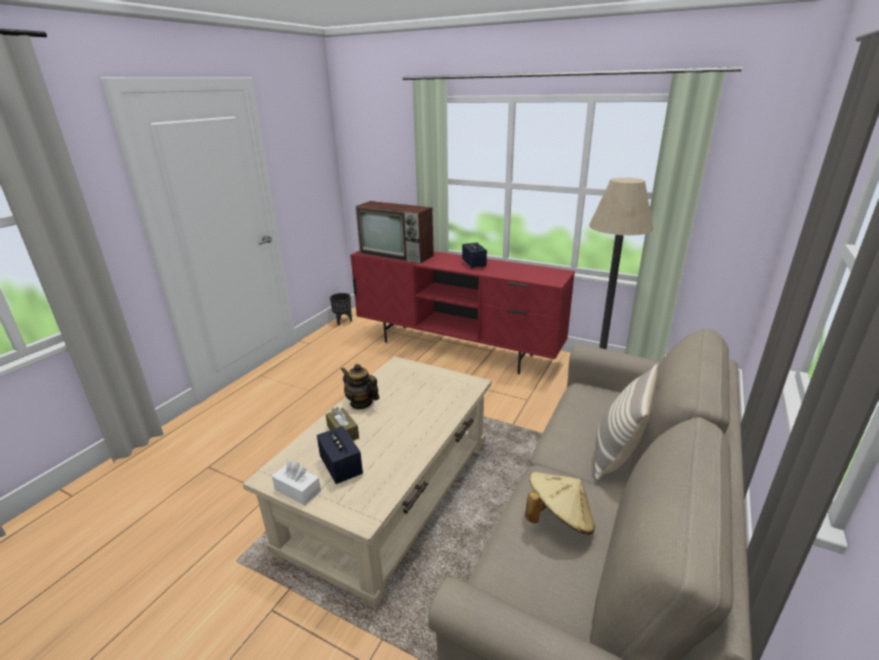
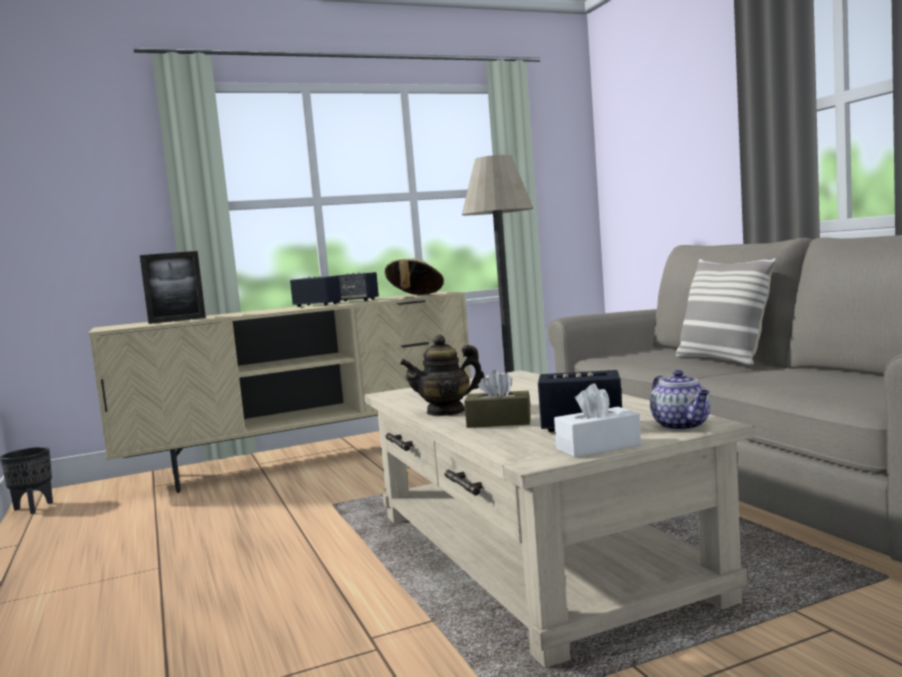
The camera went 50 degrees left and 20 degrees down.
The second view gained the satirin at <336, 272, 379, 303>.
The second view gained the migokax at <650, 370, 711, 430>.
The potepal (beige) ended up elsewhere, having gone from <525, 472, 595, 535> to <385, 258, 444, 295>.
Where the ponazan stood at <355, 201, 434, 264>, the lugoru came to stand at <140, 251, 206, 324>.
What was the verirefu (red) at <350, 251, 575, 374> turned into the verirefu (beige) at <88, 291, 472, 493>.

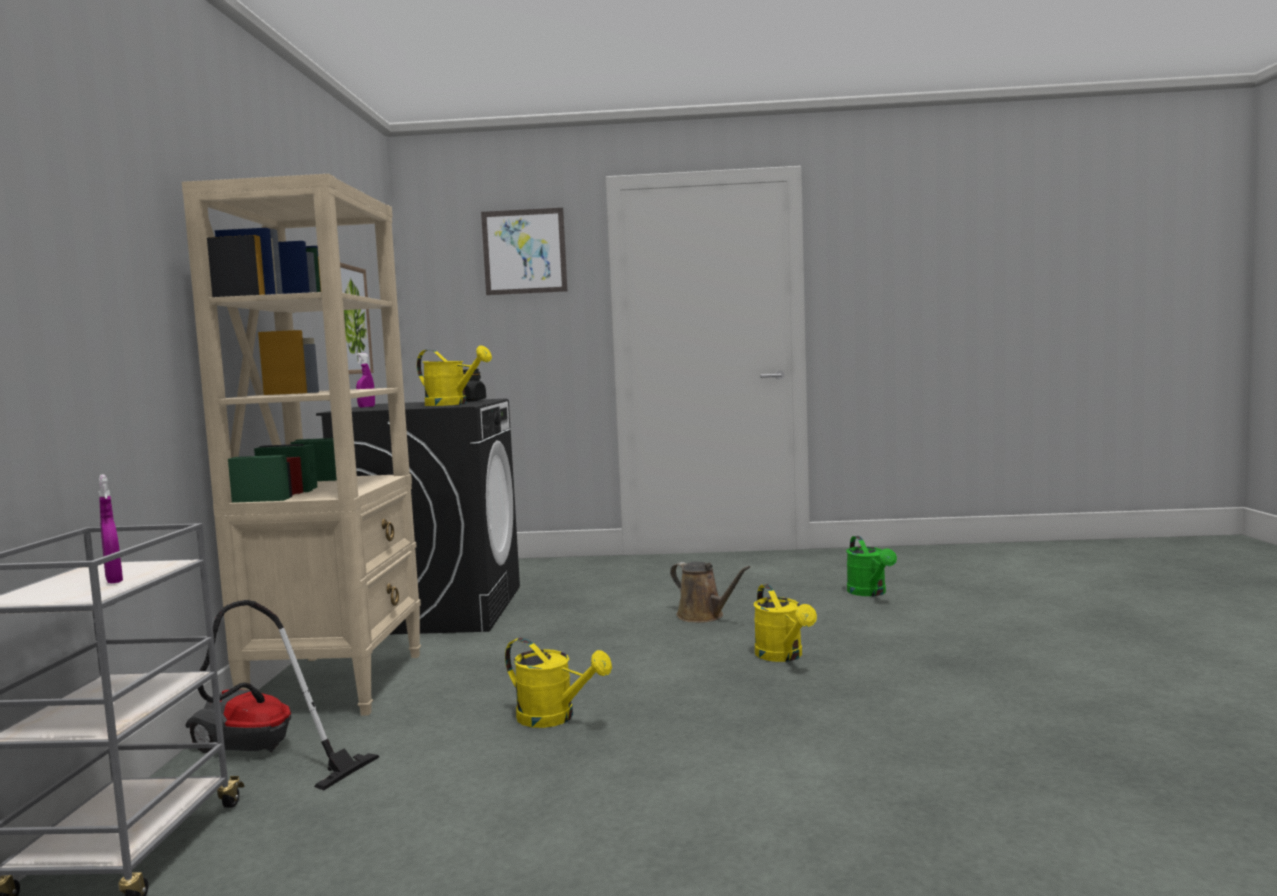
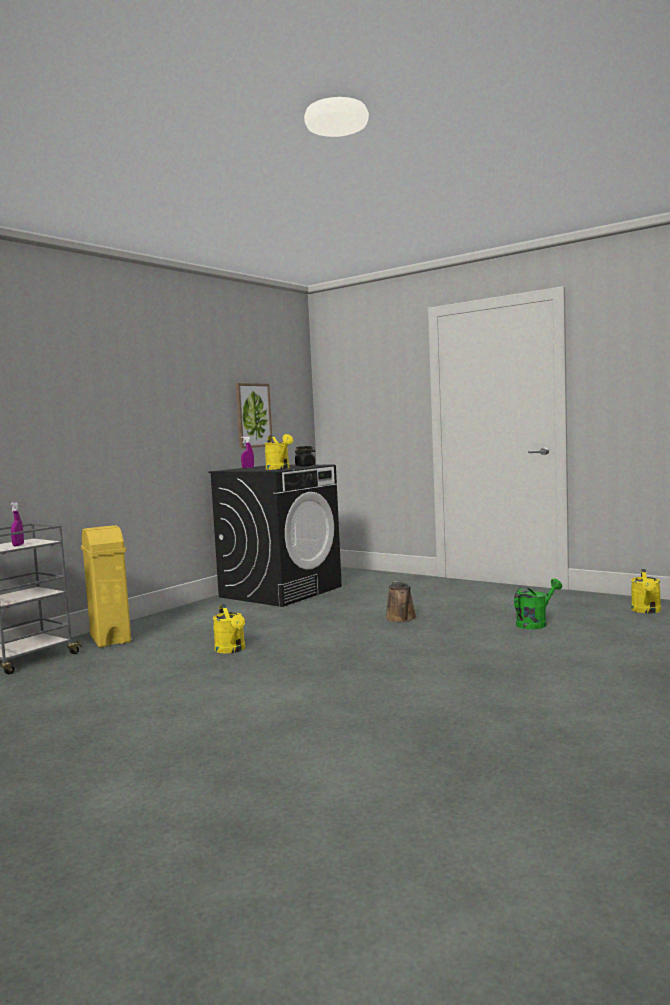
The camera went 35 degrees right and 0 degrees up.
The second view lost the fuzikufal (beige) at <182, 174, 421, 716>.
The second view lost the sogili at <481, 208, 567, 295>.
The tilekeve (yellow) ended up elsewhere, having gone from <754, 584, 817, 662> to <631, 569, 661, 613>.
Where the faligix stood at <185, 600, 379, 790>, the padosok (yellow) came to stand at <81, 525, 131, 648>.
The tilekeve (green) at <846, 536, 897, 596> ended up facing another way, 150 degrees counterclockwise from before.

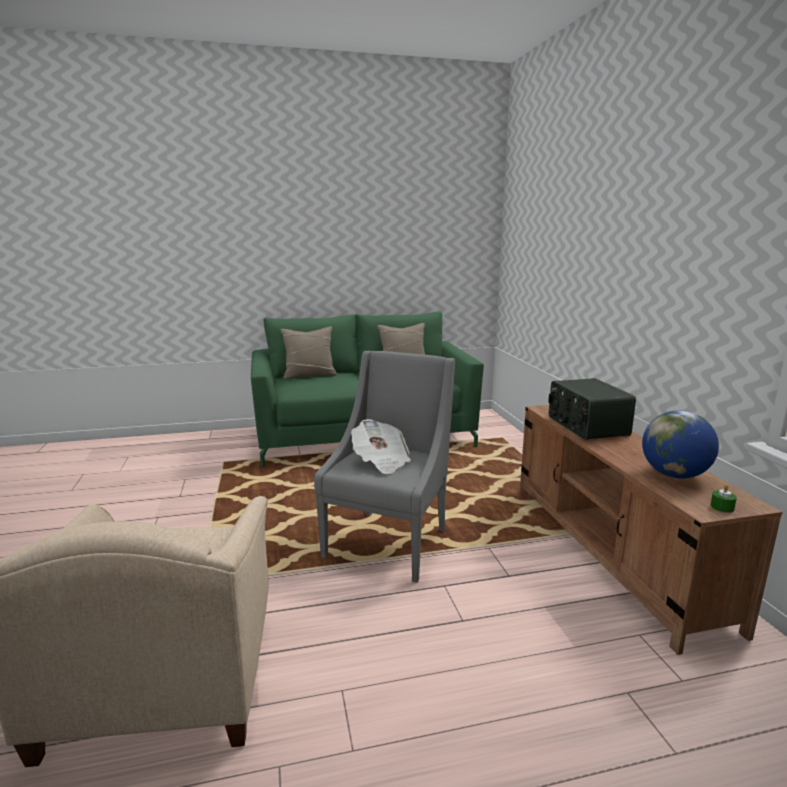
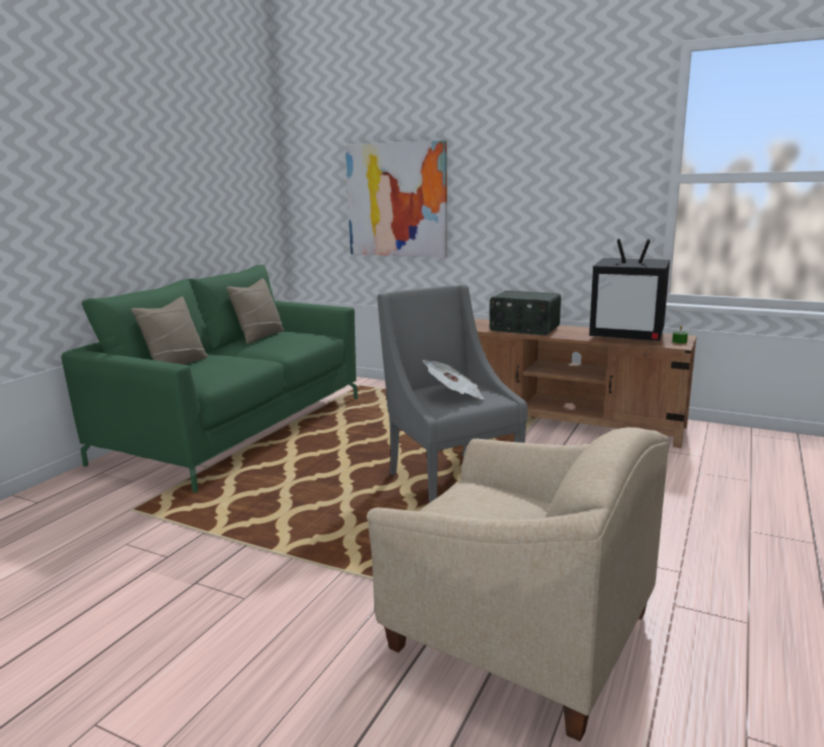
The camera went 50 degrees left and 0 degrees up.
The second view gained the sogili at <345, 140, 447, 258>.
Where the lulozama stood at <642, 410, 719, 479>, the ponazan came to stand at <589, 239, 670, 341>.

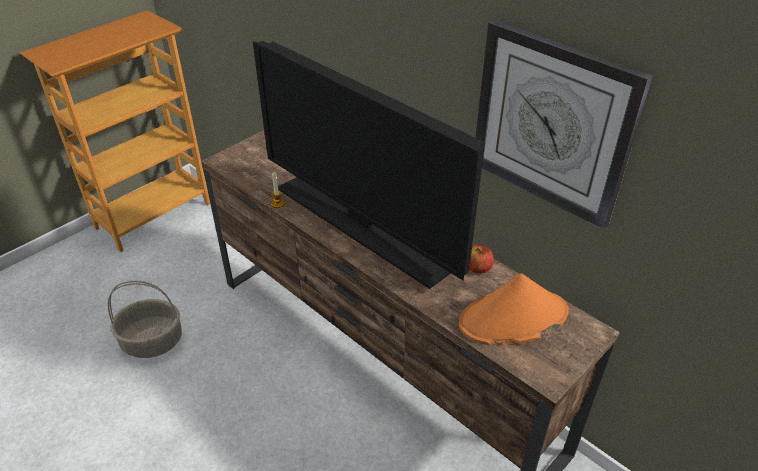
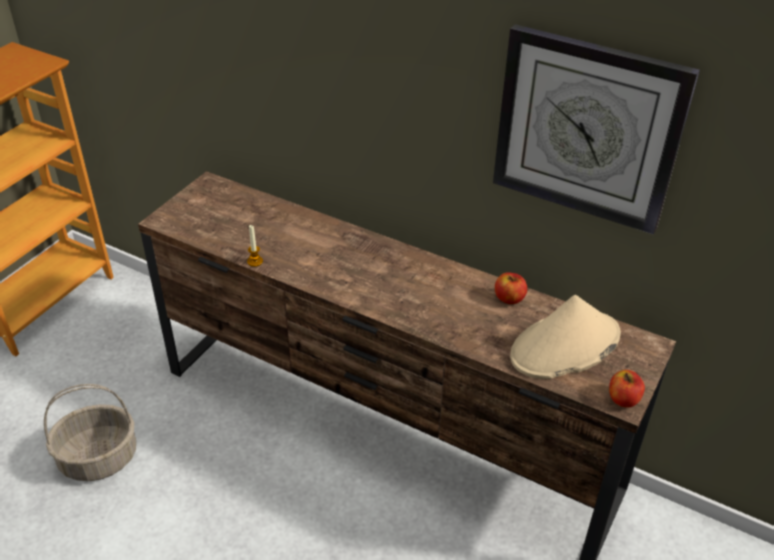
The camera went 15 degrees left and 0 degrees up.
The second view lost the ponazan at <253, 41, 485, 289>.
The second view gained the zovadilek at <609, 370, 645, 408>.
What was the potepal (orange) at <459, 273, 569, 345> turned into the potepal (beige) at <510, 295, 621, 379>.

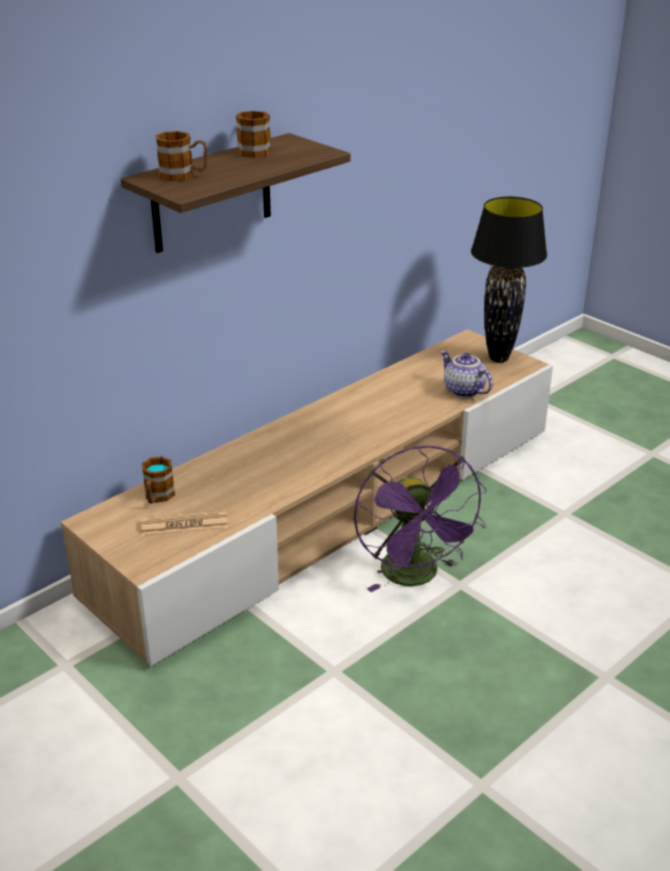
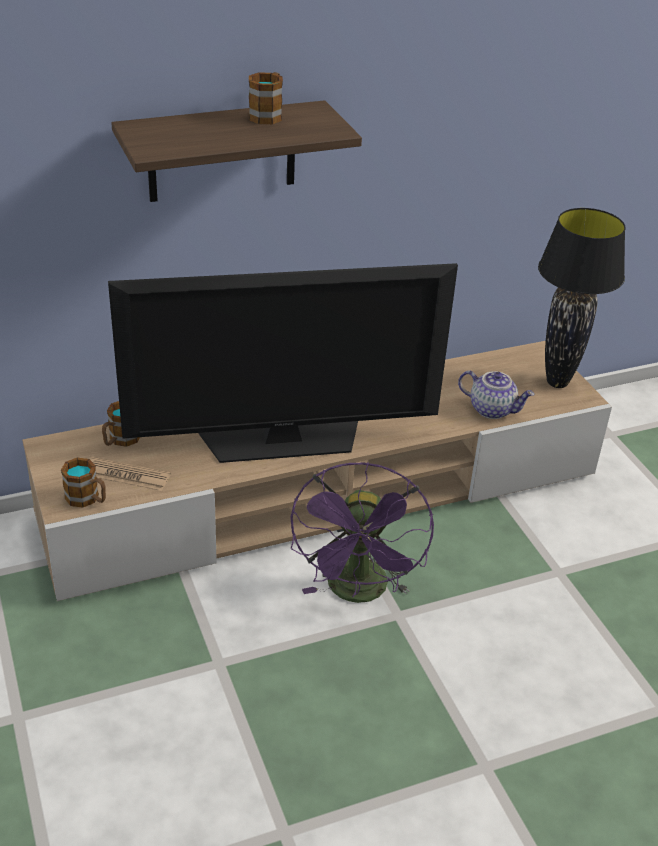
The camera went 20 degrees right and 5 degrees up.
The second view gained the ponazan at <108, 263, 458, 463>.
The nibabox ended up elsewhere, having gone from <155, 131, 207, 181> to <61, 457, 106, 508>.
The migokax at <440, 350, 493, 398> ended up facing another way, 135 degrees clockwise from before.

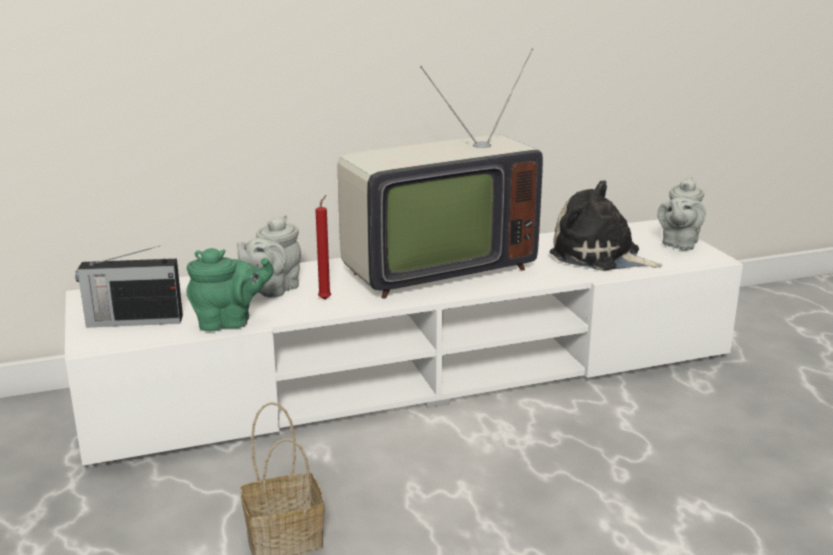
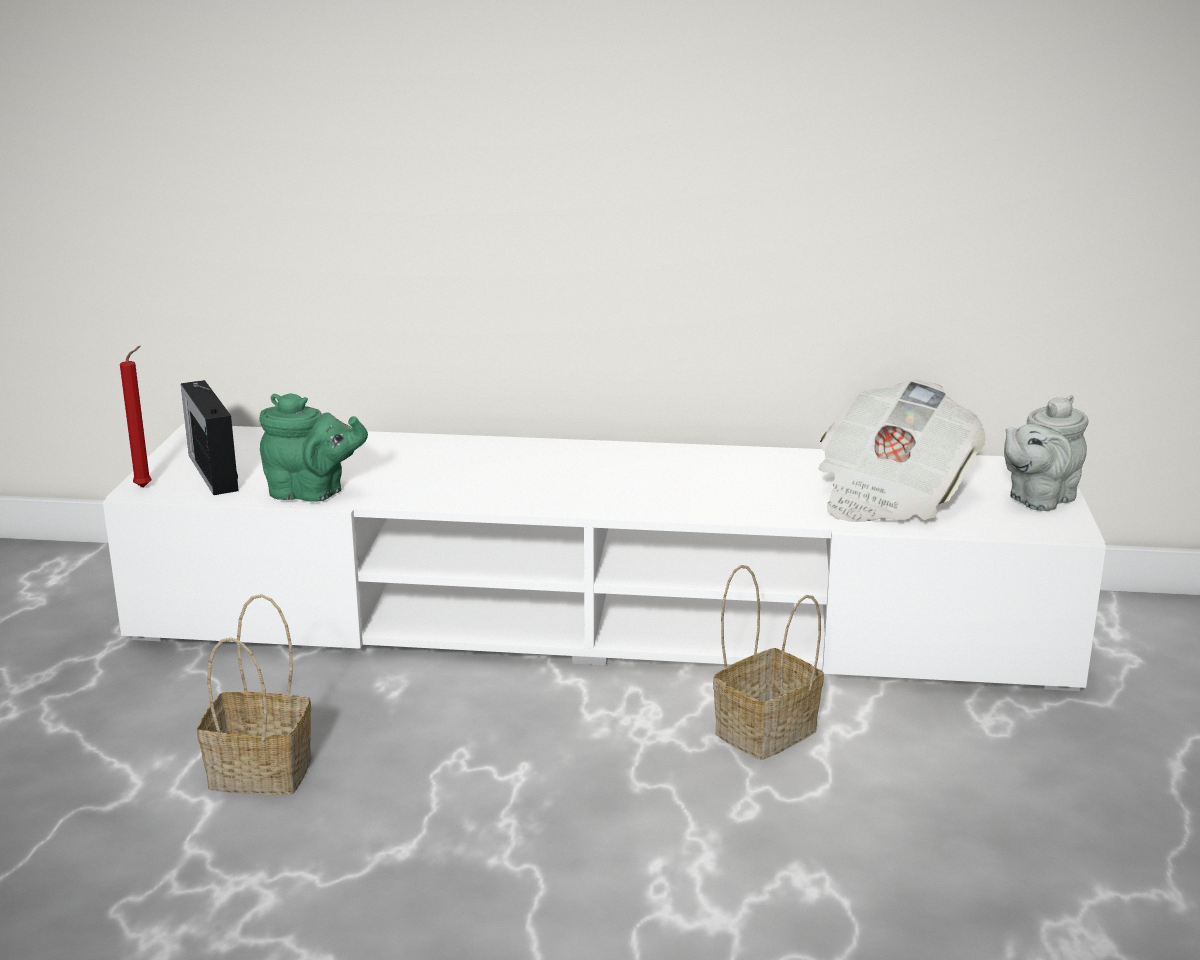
The camera went 25 degrees right and 0 degrees up.
The second view lost the migokax (grey) at <237, 215, 301, 298>.
The second view lost the ponazan at <338, 48, 543, 299>.
The second view gained the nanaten at <713, 565, 824, 760>.
The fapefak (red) ended up elsewhere, having gone from <315, 195, 331, 300> to <120, 346, 152, 488>.
Where the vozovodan stood at <549, 180, 663, 271>, the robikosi came to stand at <818, 380, 986, 522>.
The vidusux at <75, 245, 183, 328> ended up facing another way, 45 degrees clockwise from before.

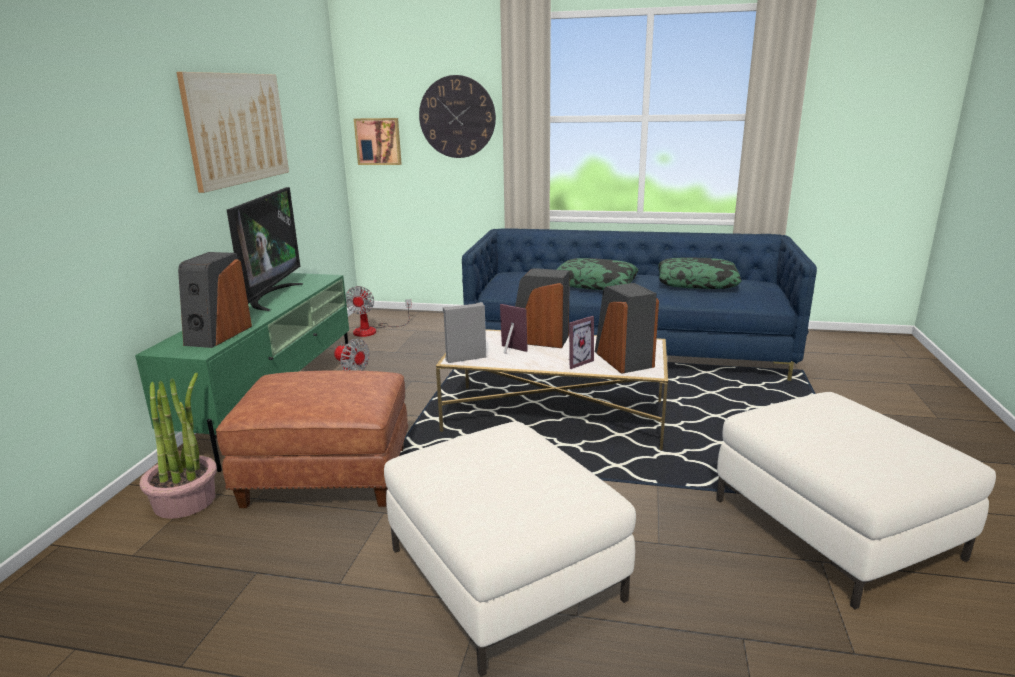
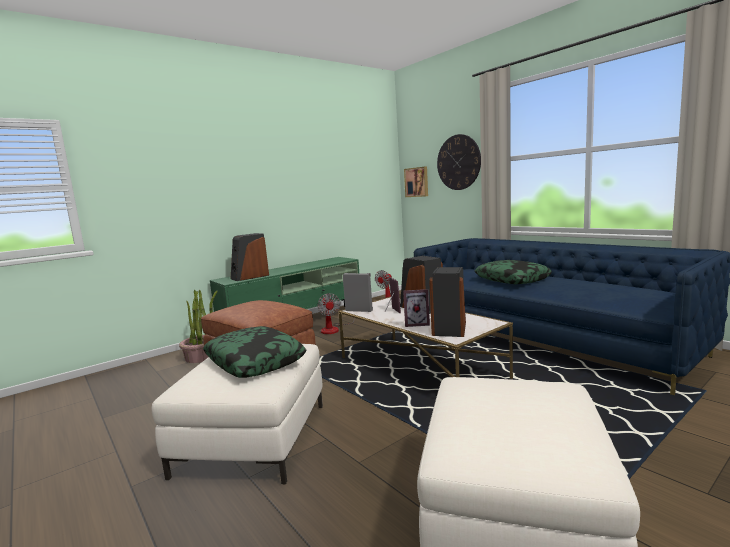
The camera went 40 degrees right and 10 degrees down.
The second view lost the sogili at <176, 72, 289, 193>.
The second view lost the ponazan at <227, 187, 303, 311>.
The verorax ended up elsewhere, having gone from <658, 257, 741, 289> to <203, 326, 306, 378>.

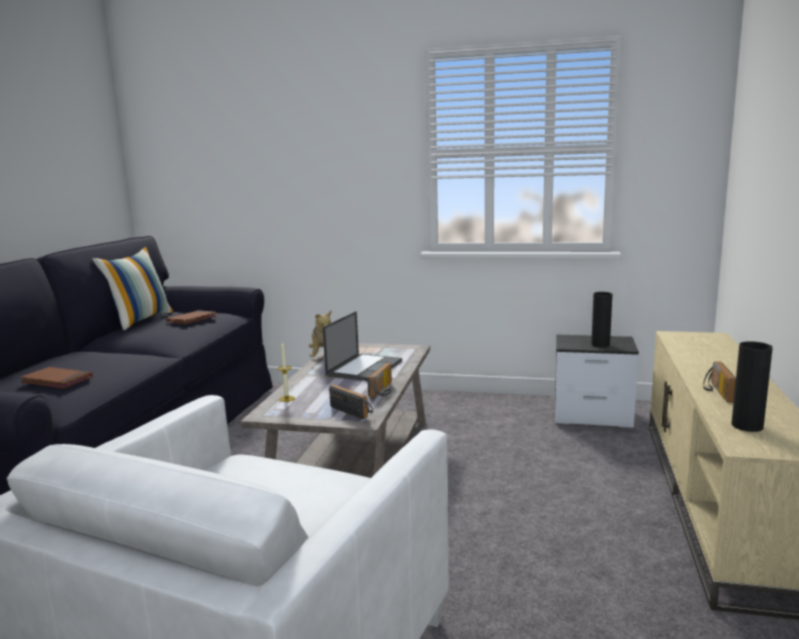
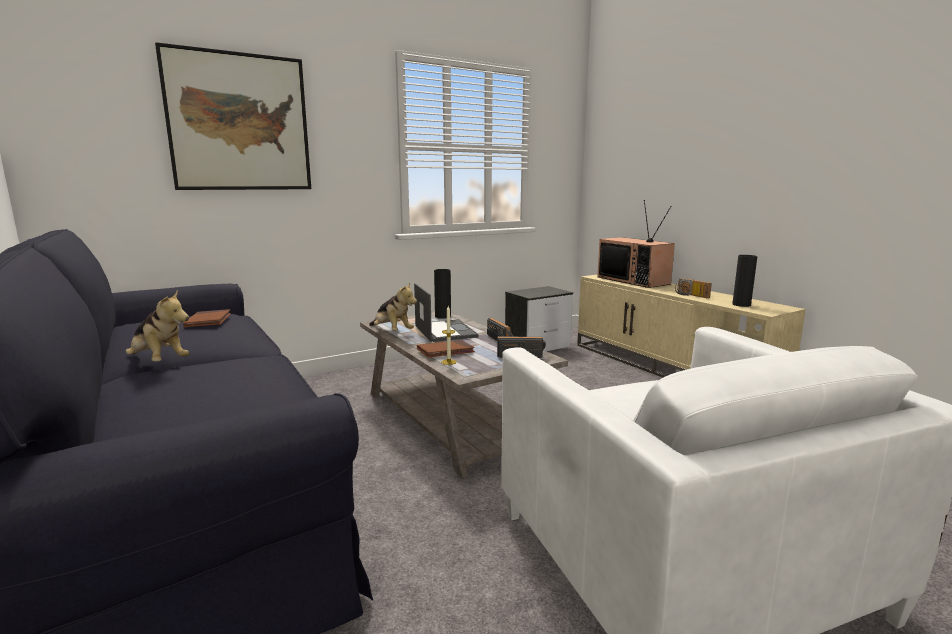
The camera went 45 degrees left and 0 degrees up.
The second view lost the verorax at <92, 247, 174, 331>.
The second view gained the vozovodan at <126, 290, 189, 362>.
The second view gained the sogili at <155, 42, 311, 190>.
The second view gained the ponazan at <597, 200, 675, 288>.
The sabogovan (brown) ended up elsewhere, having gone from <20, 367, 93, 388> to <417, 340, 475, 357>.
The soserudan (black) ended up elsewhere, having gone from <591, 292, 612, 347> to <434, 269, 451, 319>.

